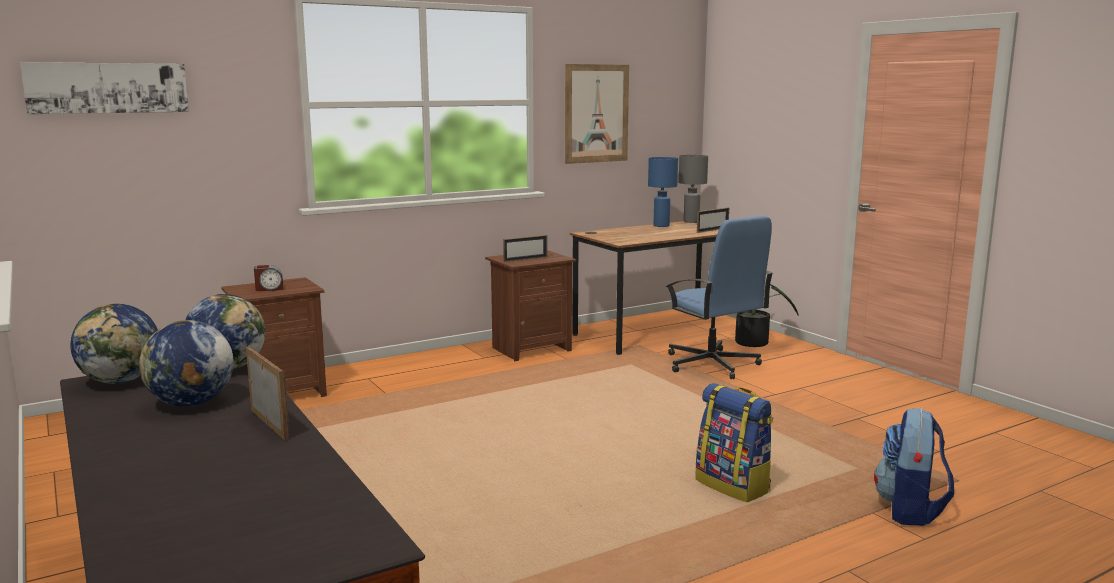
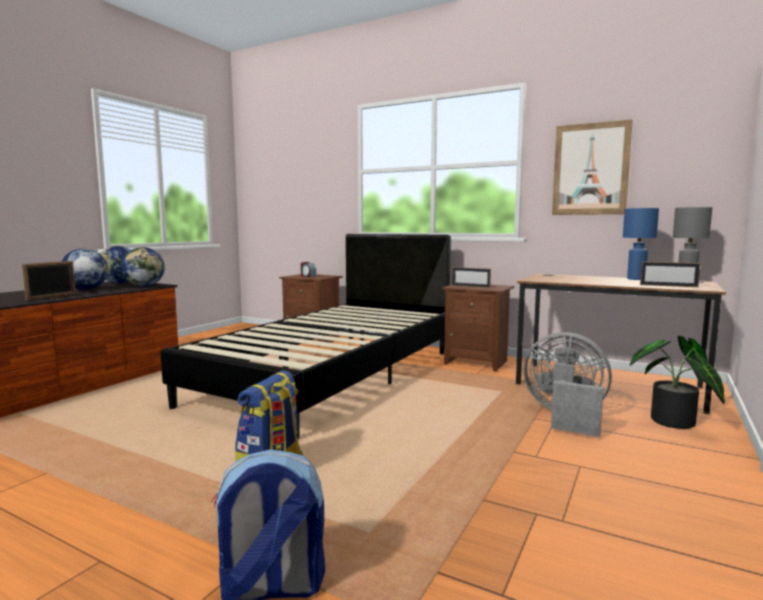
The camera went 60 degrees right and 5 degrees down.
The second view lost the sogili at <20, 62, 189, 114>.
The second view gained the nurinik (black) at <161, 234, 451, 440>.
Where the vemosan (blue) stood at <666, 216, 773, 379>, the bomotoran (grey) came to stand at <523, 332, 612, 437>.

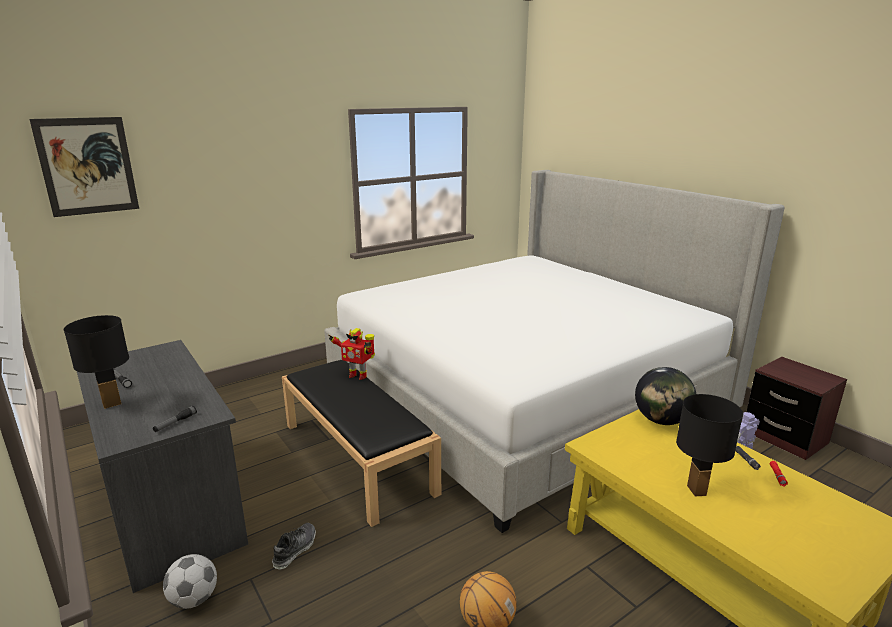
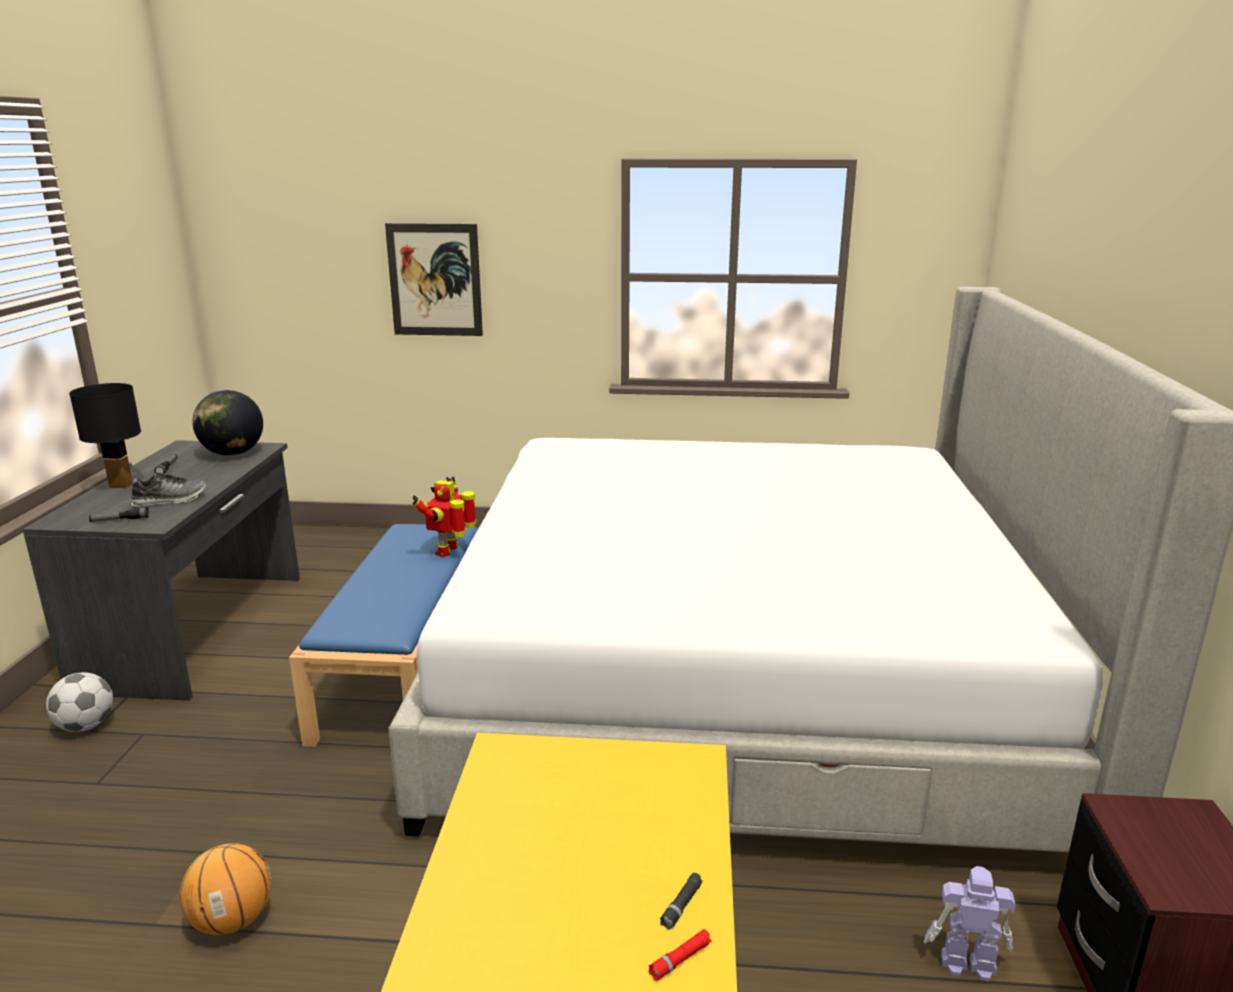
The camera went 40 degrees right and 0 degrees up.
The second view lost the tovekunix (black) at <676, 394, 743, 496>.
The sogili ended up elsewhere, having gone from <29, 117, 139, 217> to <385, 223, 483, 336>.
The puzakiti ended up elsewhere, having gone from <272, 523, 316, 570> to <131, 472, 206, 507>.
The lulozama ended up elsewhere, having gone from <635, 367, 696, 425> to <192, 390, 263, 456>.
What was the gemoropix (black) at <282, 360, 441, 527> turned into the gemoropix (blue) at <289, 524, 479, 747>.
The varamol at <328, 328, 375, 380> ended up facing another way, 45 degrees clockwise from before.

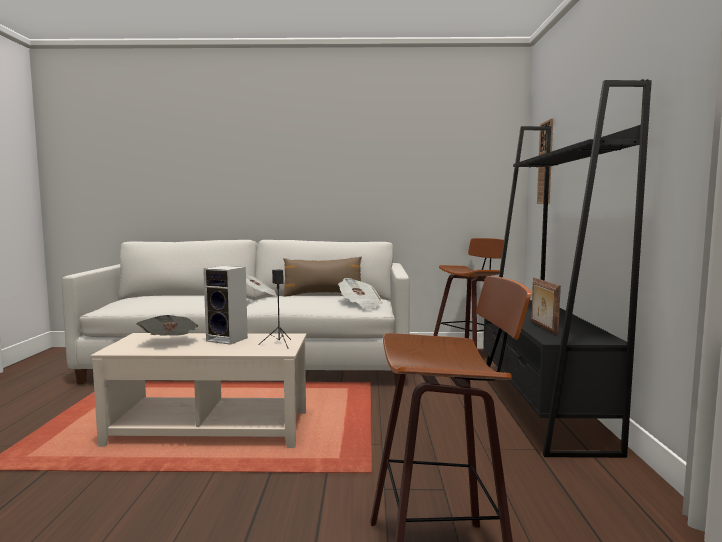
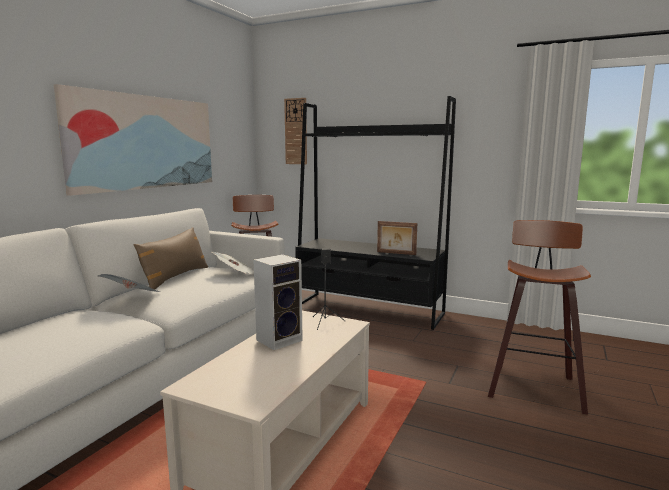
The camera went 65 degrees left and 5 degrees up.
The second view lost the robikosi at <136, 315, 198, 336>.
The second view gained the sogili at <54, 84, 212, 196>.

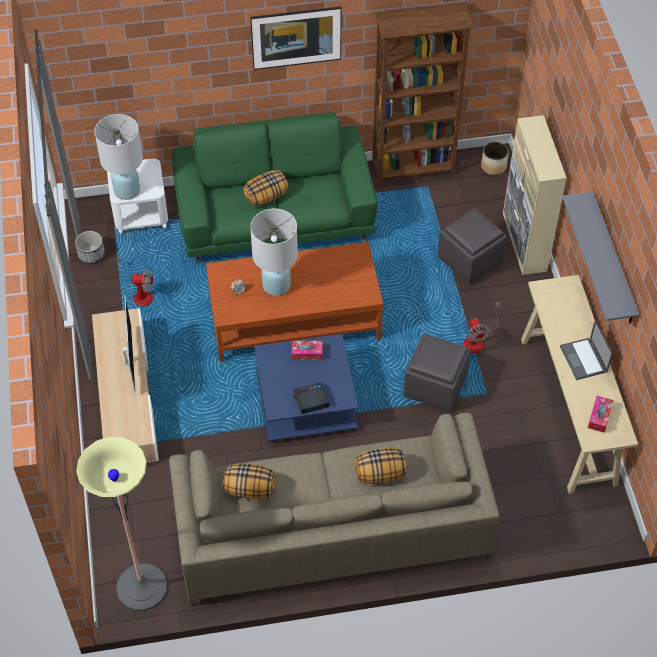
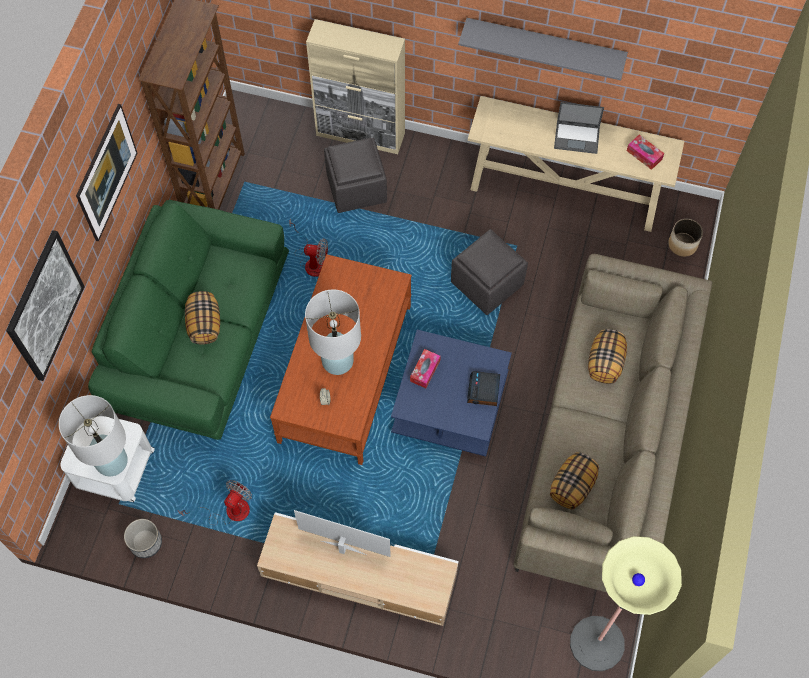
The camera went 65 degrees left and 10 degrees up.
The second view gained the sogili at <6, 230, 84, 381>.
The bomotoran ended up elsewhere, having gone from <464, 301, 501, 353> to <289, 218, 328, 277>.
The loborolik ended up elsewhere, having gone from <481, 142, 509, 175> to <668, 219, 703, 257>.

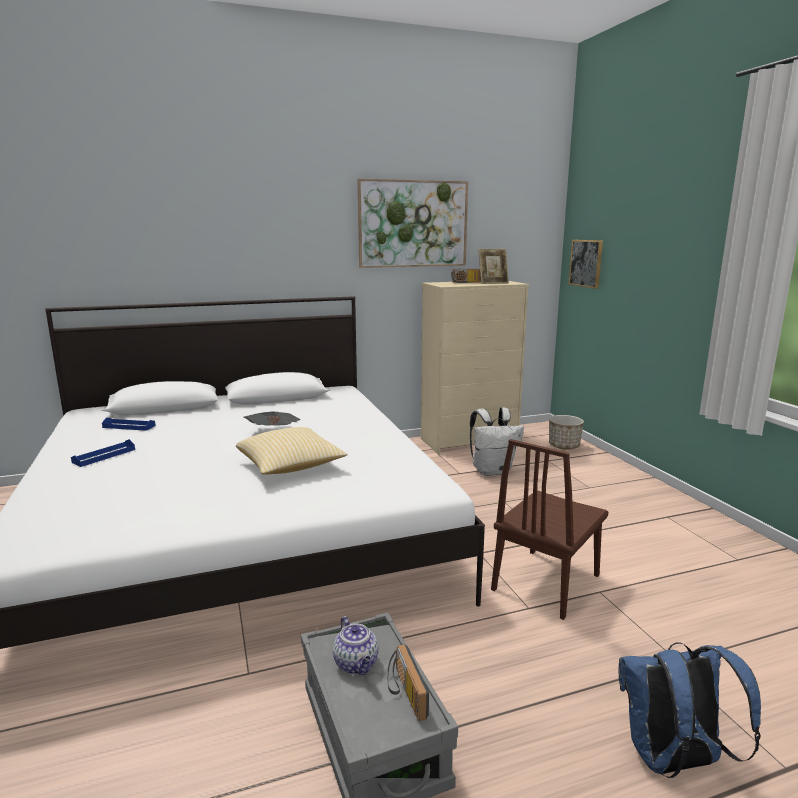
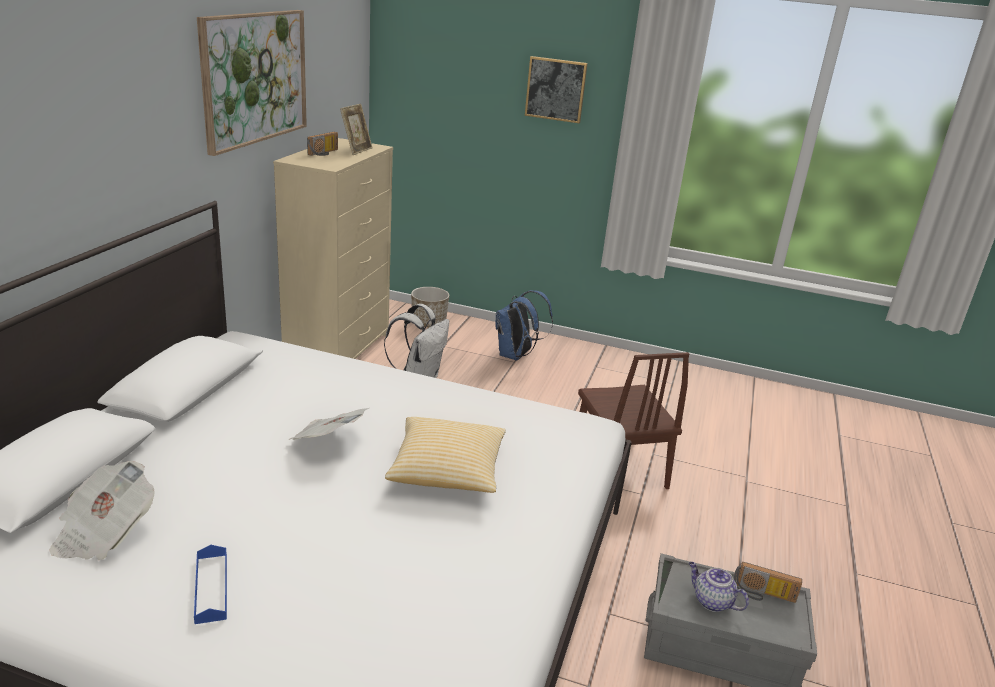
The camera went 55 degrees left and 10 degrees up.
The sogili ended up elsewhere, having gone from <568, 240, 603, 289> to <525, 56, 588, 123>.
The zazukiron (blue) ended up elsewhere, having gone from <618, 642, 761, 778> to <496, 290, 553, 361>.
Where the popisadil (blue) stood at <102, 417, 156, 431>, the robikosi came to stand at <49, 461, 155, 560>.
The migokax at <333, 616, 379, 675> ended up facing another way, 150 degrees counterclockwise from before.

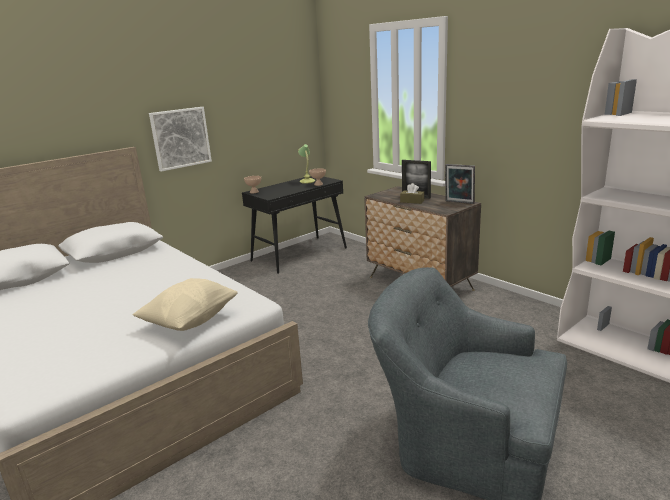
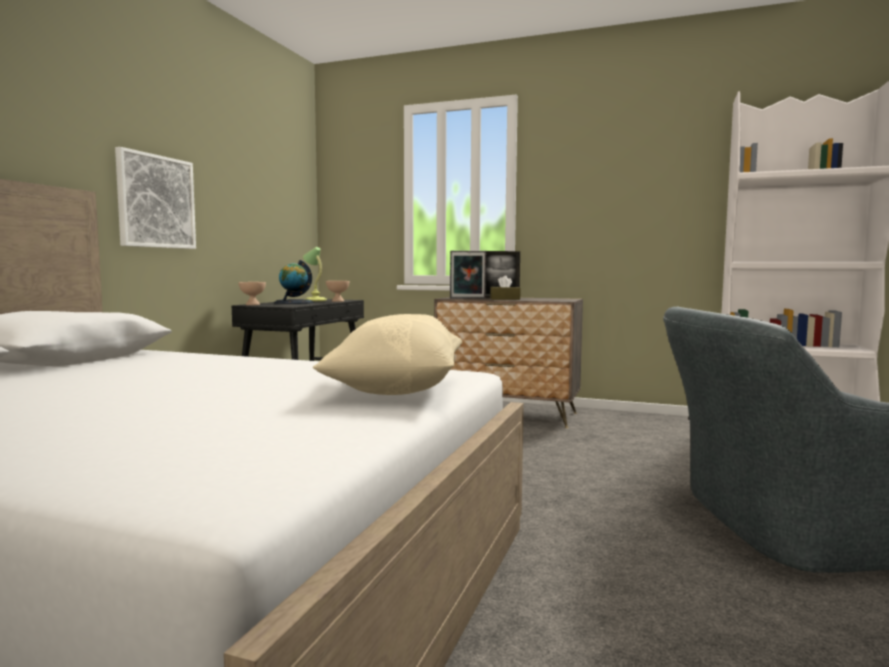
The camera went 30 degrees left and 15 degrees down.
The second view gained the lulozama at <274, 260, 314, 304>.
The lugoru ended up elsewhere, having gone from <445, 164, 475, 204> to <450, 251, 486, 299>.

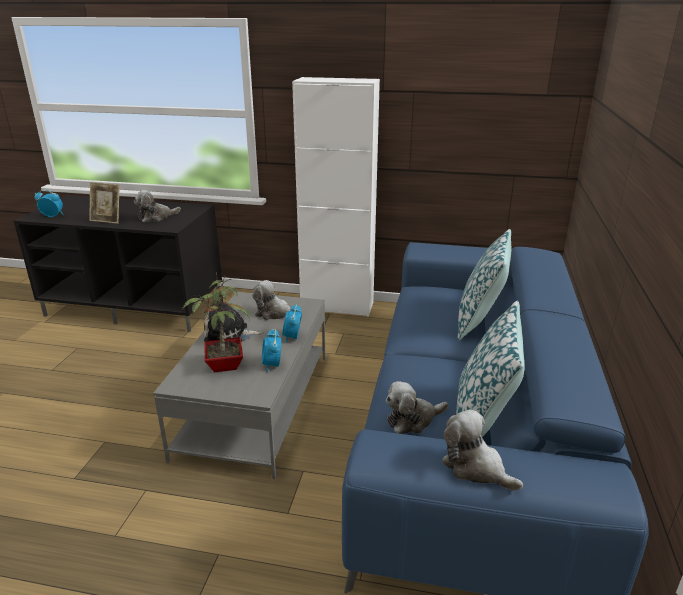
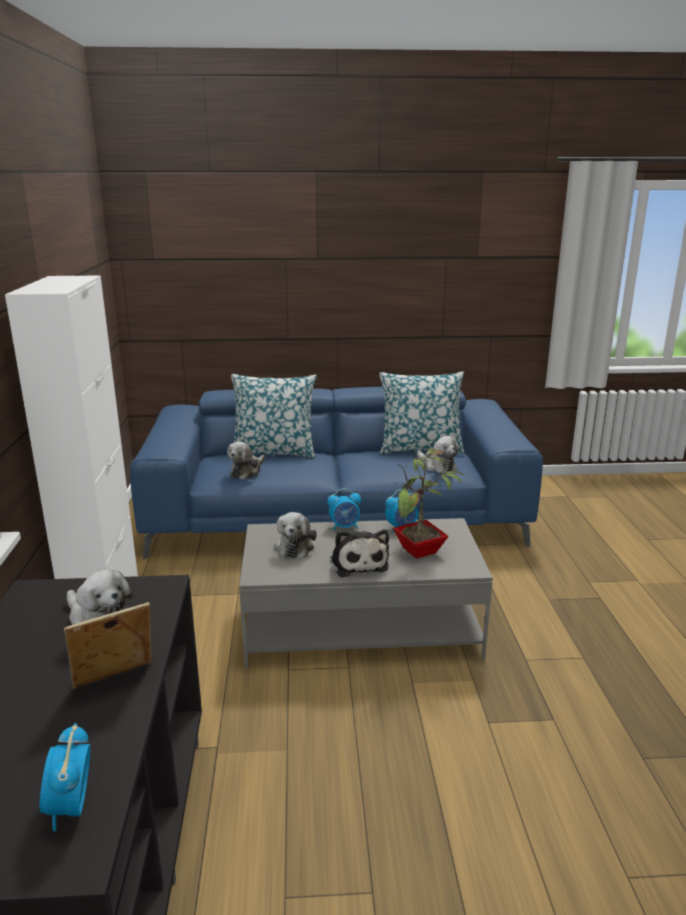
The camera went 105 degrees left and 5 degrees down.
The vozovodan ended up elsewhere, having gone from <442, 409, 523, 490> to <227, 442, 265, 480>.
The lugoru at <89, 182, 120, 224> ended up facing another way, 120 degrees counterclockwise from before.

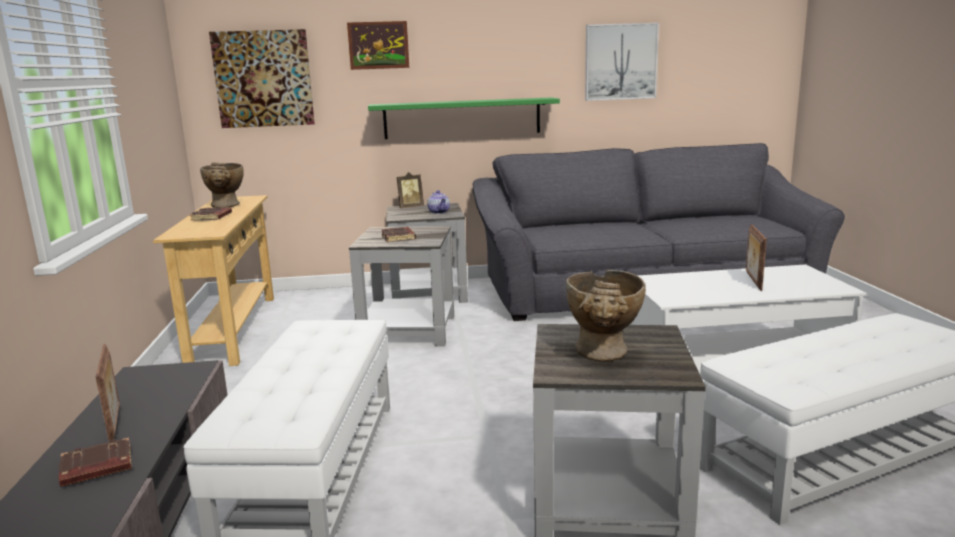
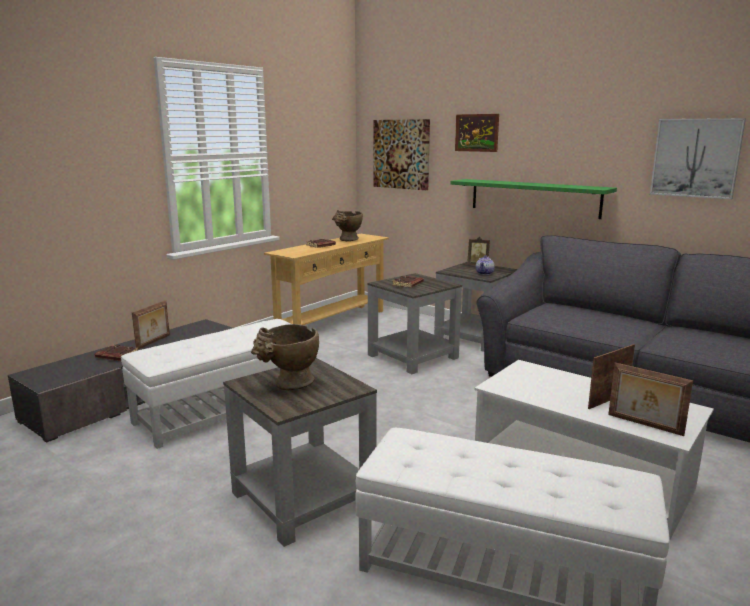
The camera went 45 degrees right and 0 degrees up.
The second view gained the lugoru at <608, 363, 693, 436>.

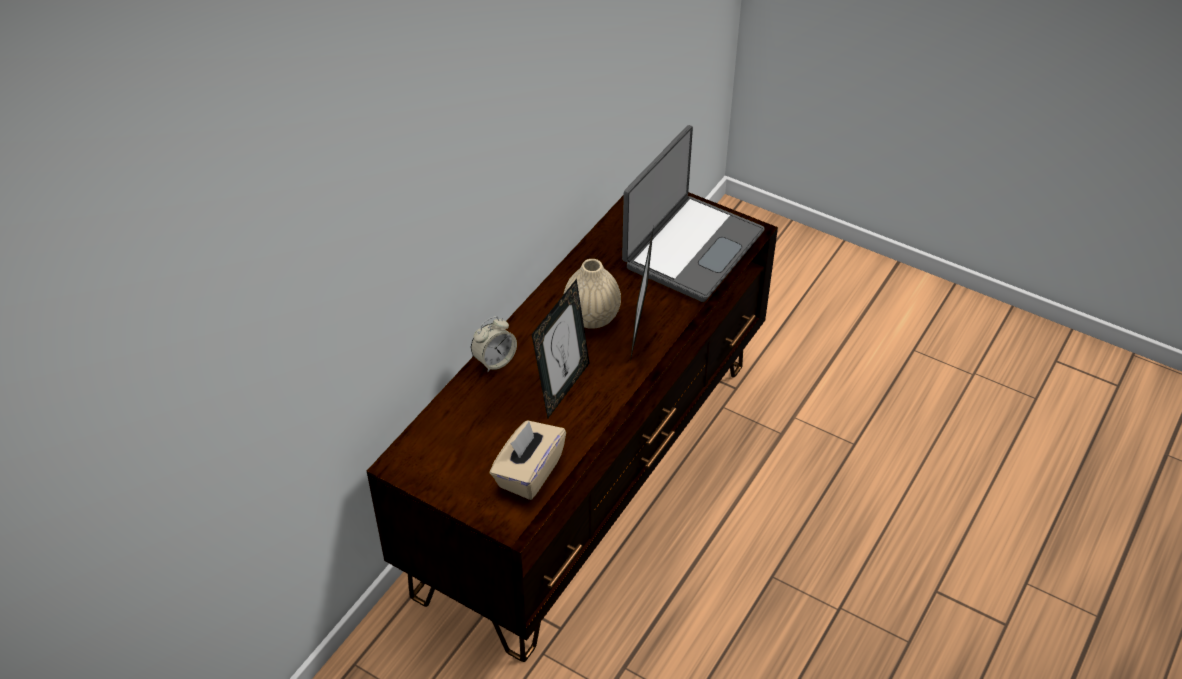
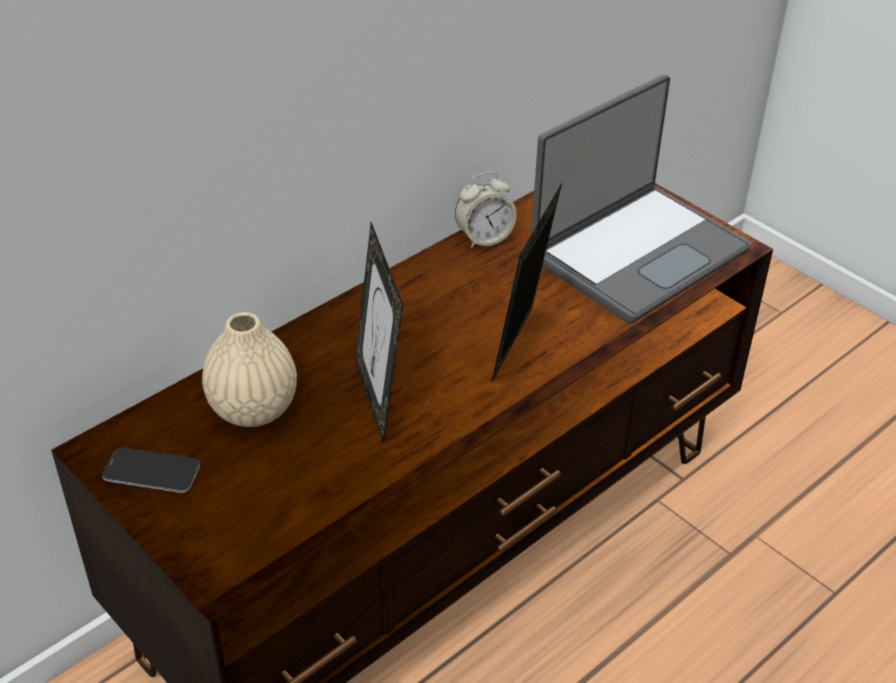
The camera went 15 degrees right and 5 degrees down.
The second view lost the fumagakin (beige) at <490, 420, 566, 500>.
The second view gained the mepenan at <102, 447, 200, 493>.
The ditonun ended up elsewhere, having gone from <471, 316, 517, 372> to <455, 172, 517, 248>.
The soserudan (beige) ended up elsewhere, having gone from <563, 259, 621, 329> to <202, 312, 297, 427>.
The lugoru at <532, 279, 590, 418> ended up facing another way, 120 degrees clockwise from before.

